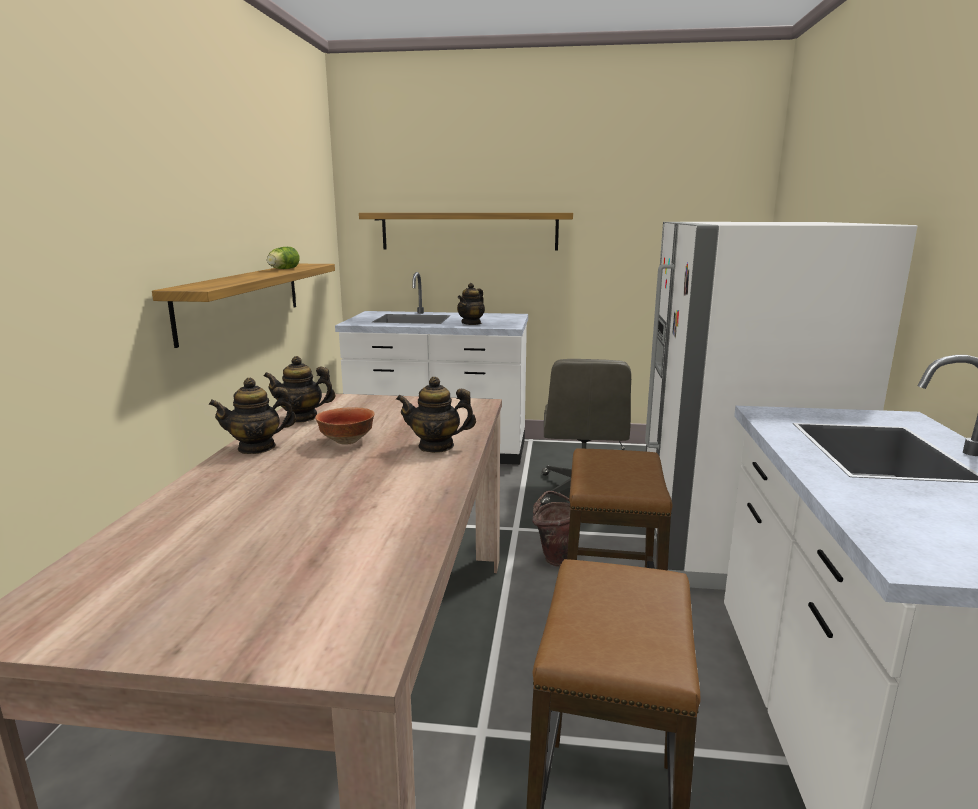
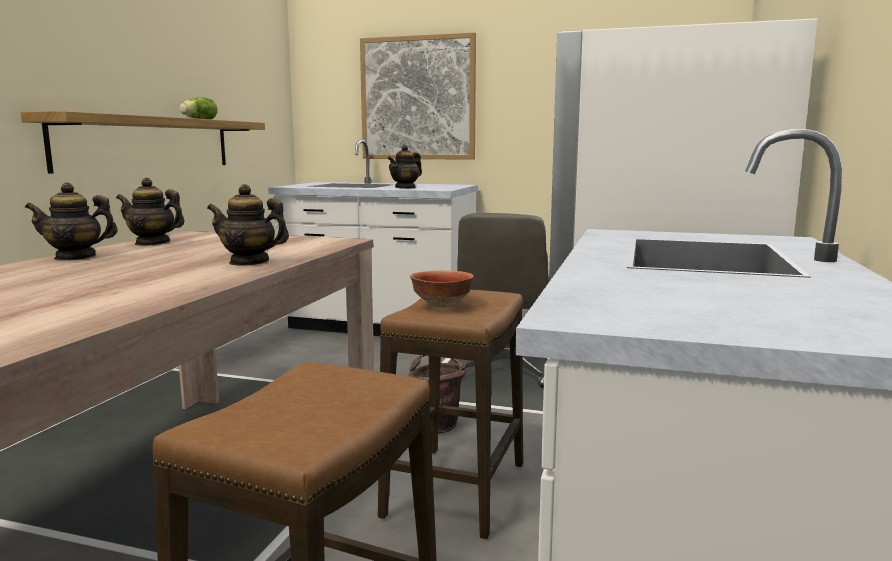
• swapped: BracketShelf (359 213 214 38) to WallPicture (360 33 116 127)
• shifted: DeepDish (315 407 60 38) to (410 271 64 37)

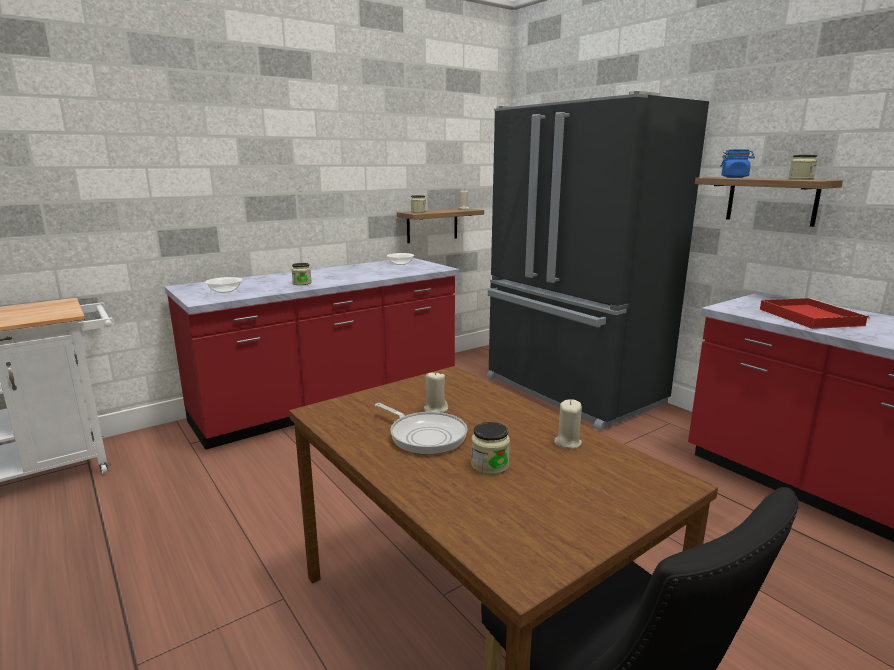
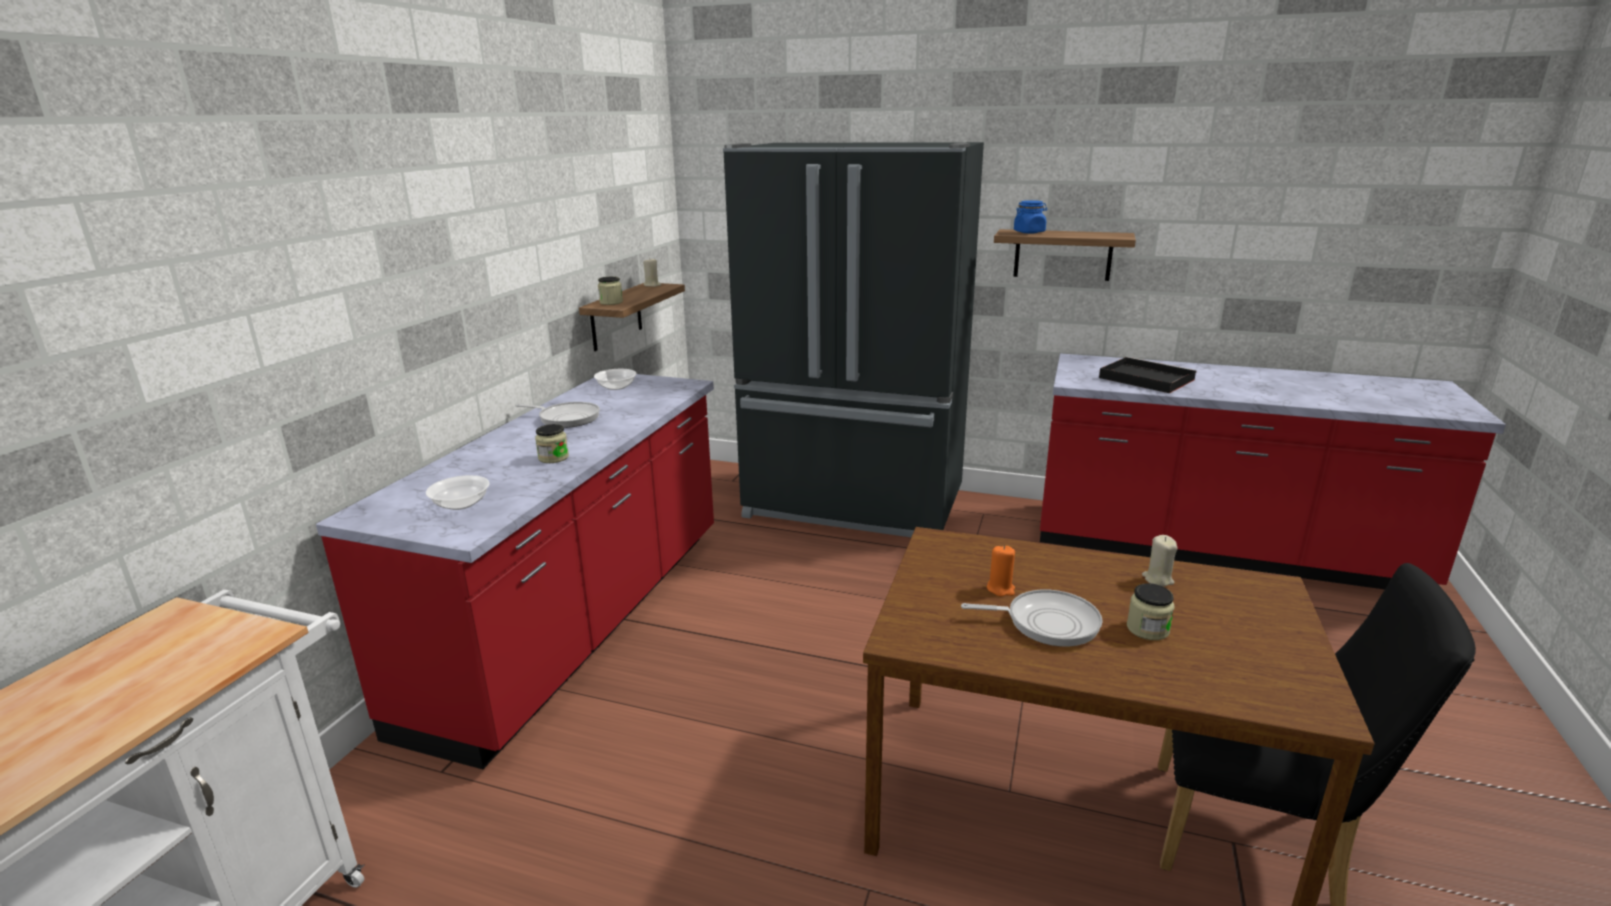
• gone: StorageJar (788 155 29 25)
• repainted: RedCarryingTray (760 298 110 31) to BlackColouredCarryingTray (1099 357 98 36)
• repainted: SandColouredWaxLight (424 371 24 42) to OrangeyWaxLight (987 545 28 52)
• new: Skillet (516 402 84 26)

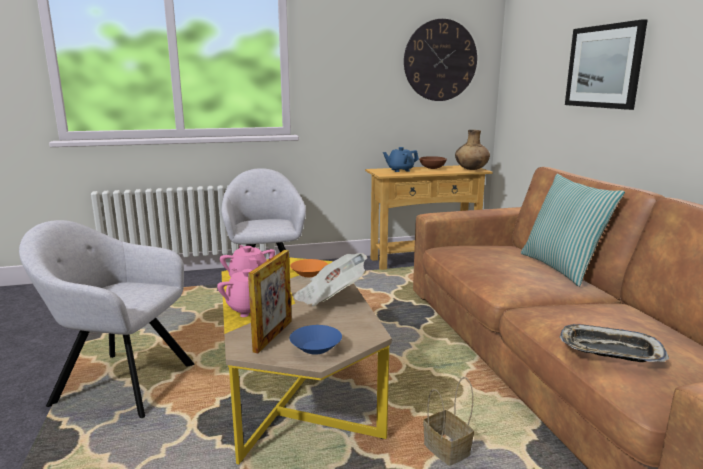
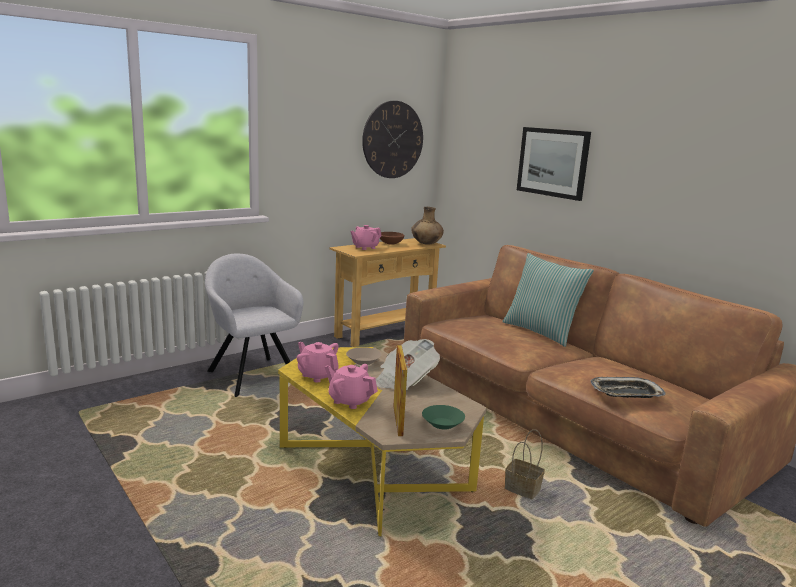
• repainted: BlueColouredTeapot (383 147 36 25) to PinkColouredTeapot (350 225 32 25)
• gone: GreyishArmchair (19 220 175 198)
• repainted: OrangeyDeepDish (290 259 38 18) to SandColouredDeepDish (346 347 36 18)
• repainted: BlueColouredDeepDish (290 325 52 30) to GreenColouredDeepDish (422 405 43 25)

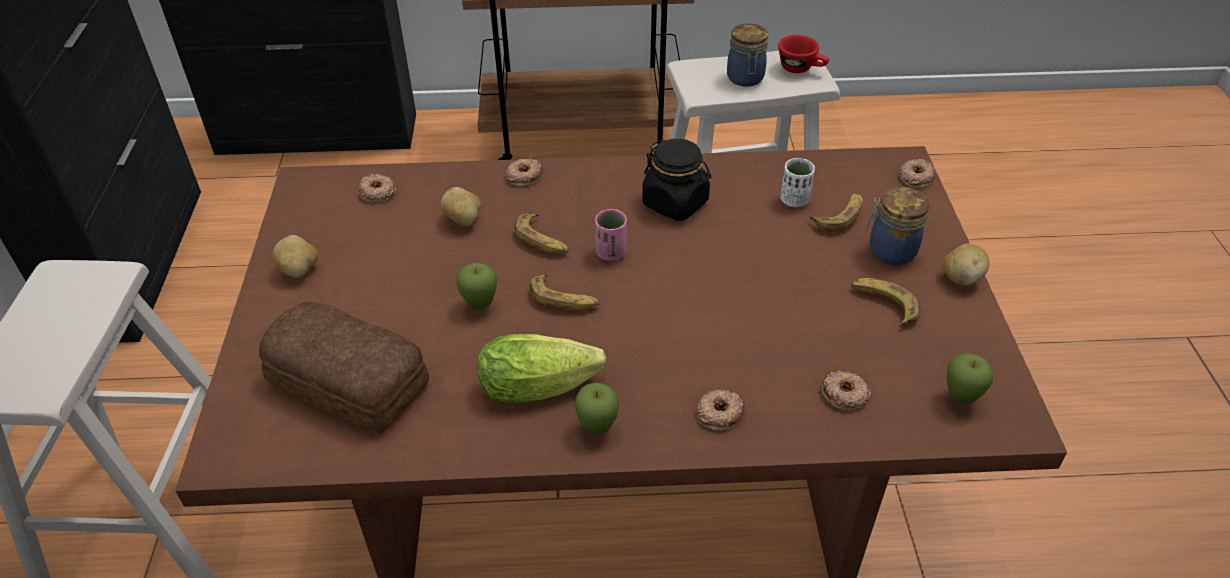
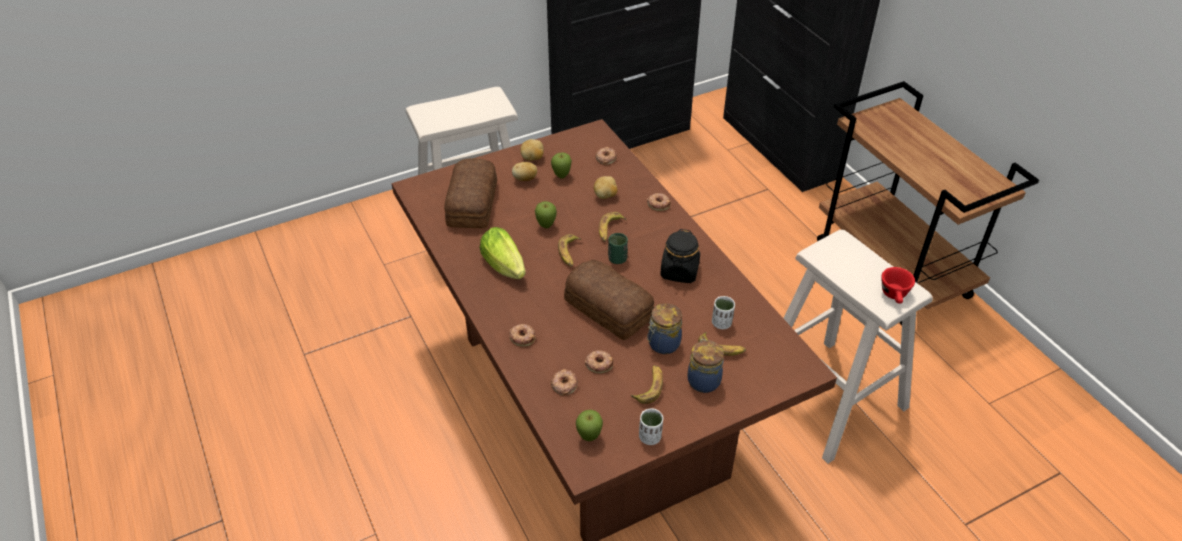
• shifted: StorageJar (727 24 41 63) to (647 303 35 51)
• shifted: RingDoughnut (899 159 37 29) to (585 350 28 24)
• repainted: PinkColouredDrinkingCup (595 209 32 52) to GreenColouredDrinkingCup (608 233 20 31)
• shifted: WholePotato (943 244 46 41) to (512 162 25 19)
• shifted: AppleFruit (574 383 45 52) to (551 153 21 25)
• new: Bread (564 260 90 81)
• new: WhiteColouredDrinkingCup (639 408 24 37)

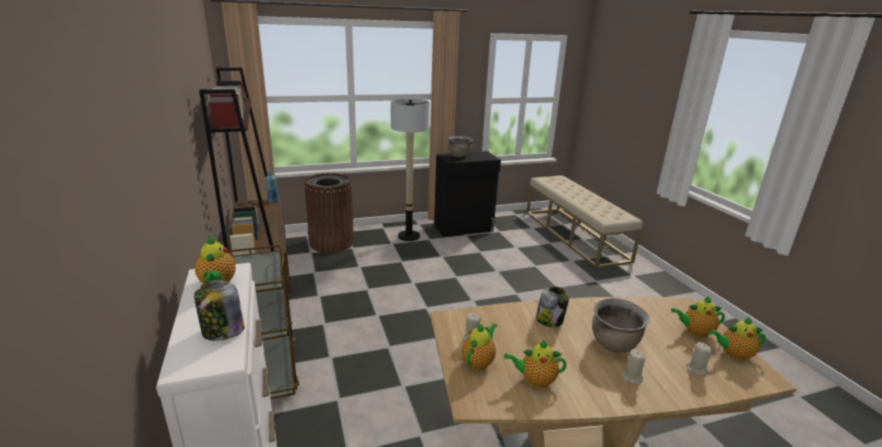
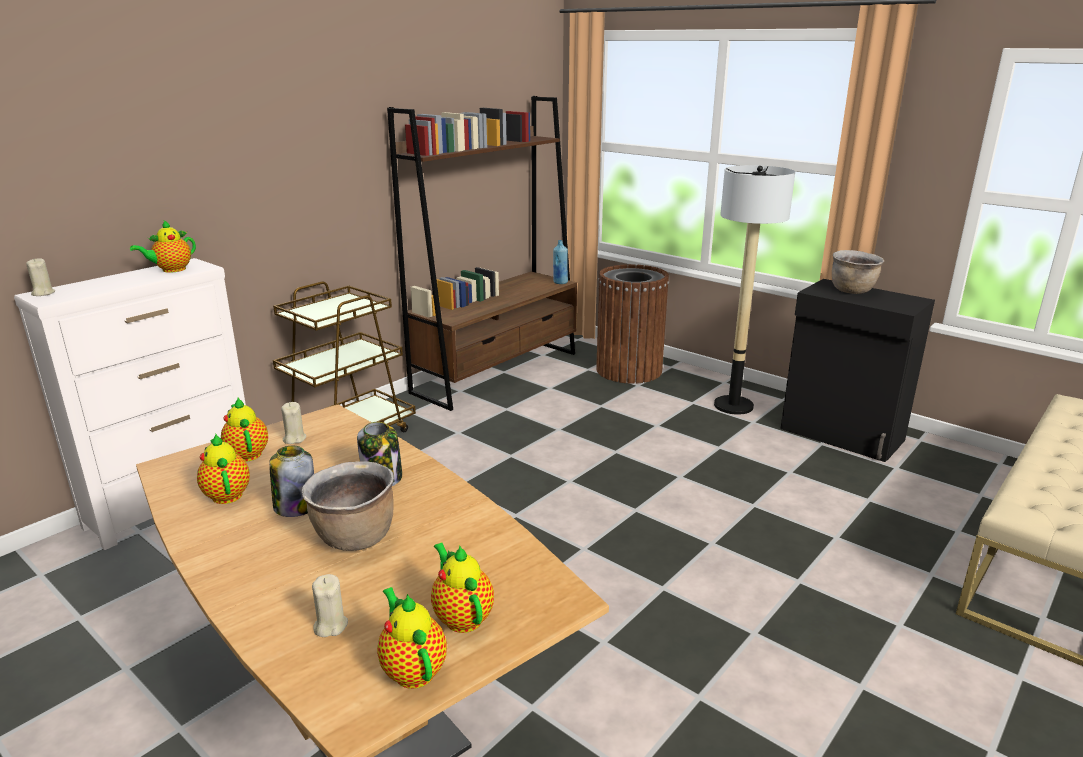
• shifted: StorageJar (194 280 50 61) to (269 446 45 71)
• rotated: Teapot (462 323 35 48) = (221 398 47 64) 120 degrees counterclockwise
• shifted: SandColouredWaxLight (622 350 24 34) to (26 258 29 38)

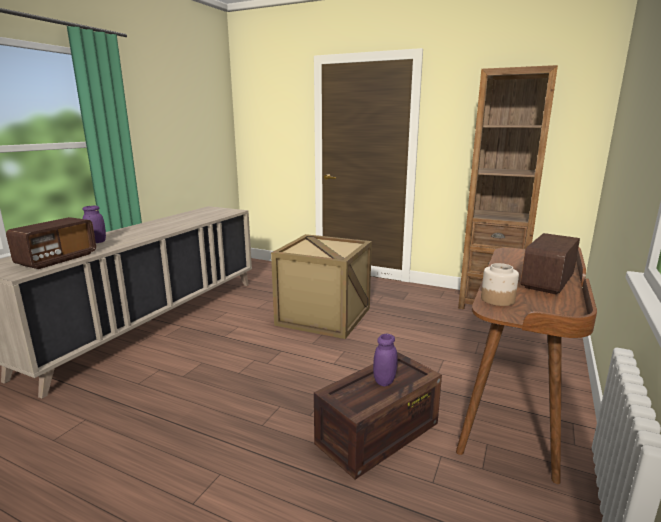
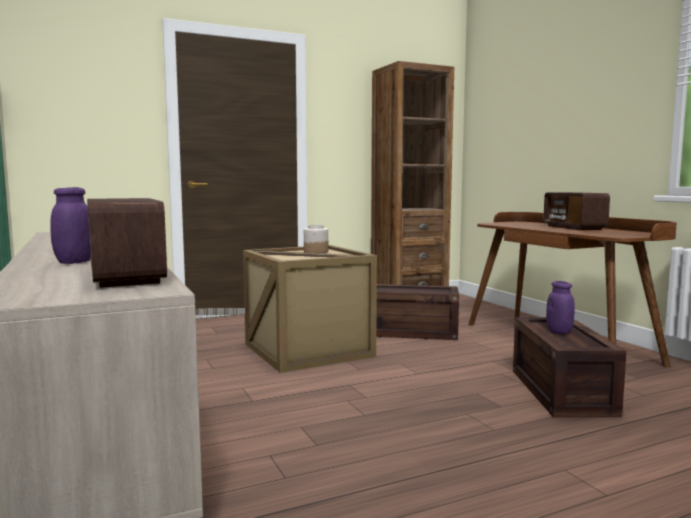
• shifted: StorageJar (481 263 38 43) to (304 225 24 28)
• new: PackingCrate (376 284 83 56)

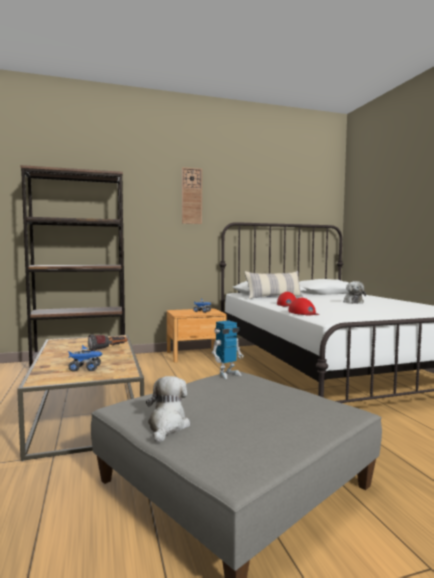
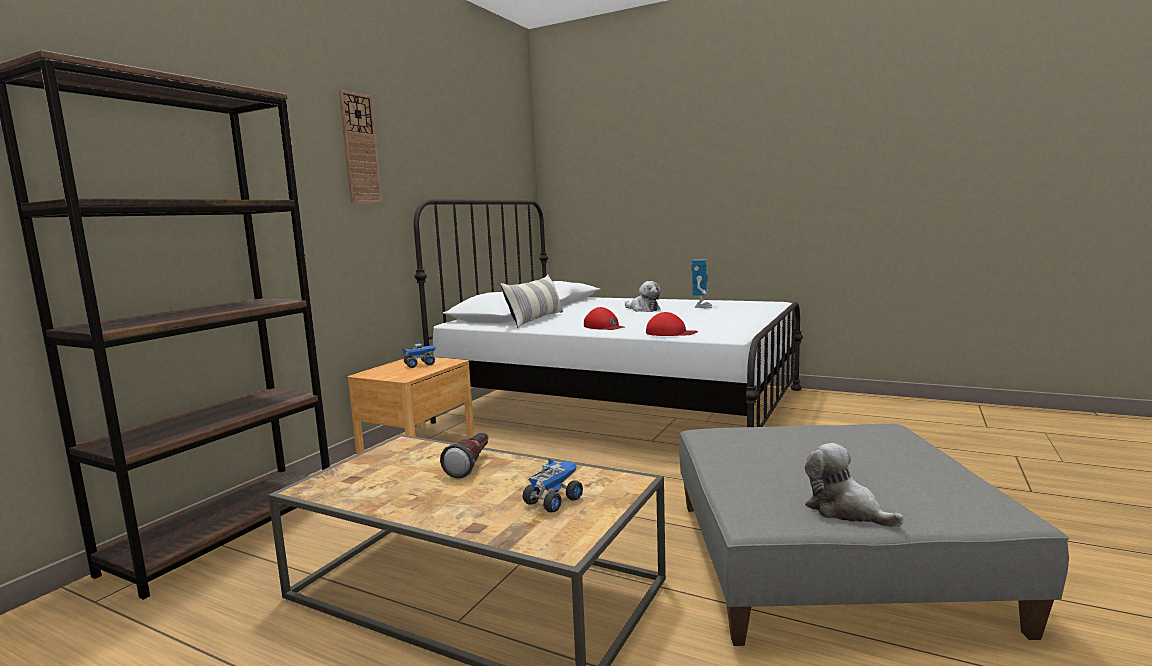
• shifted: ModelRobot (212 320 32 59) to (691 259 21 49)

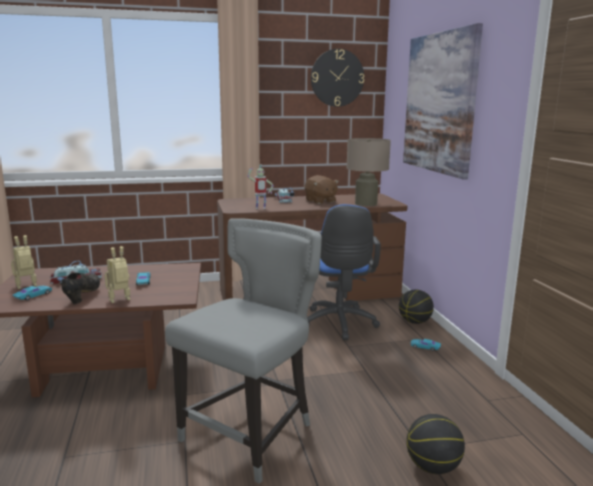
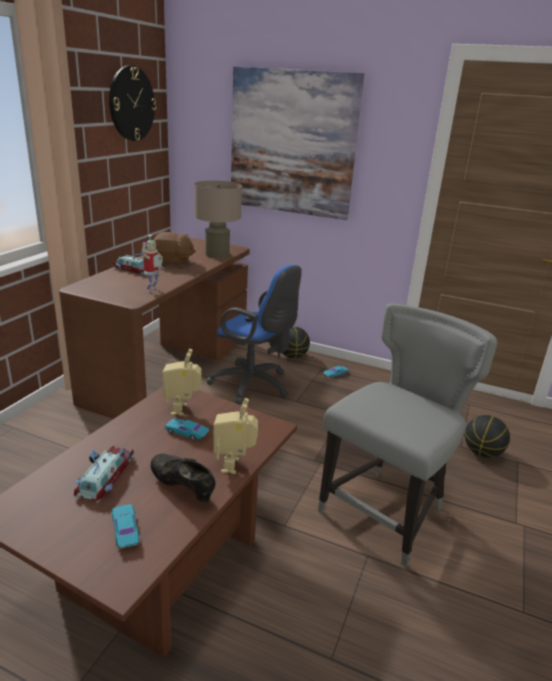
• rotated: GreyishChair (165 218 157 266) = (318 304 179 263) 60 degrees clockwise
• shifted: ModelRobot (11 235 26 54) to (162 349 40 67)

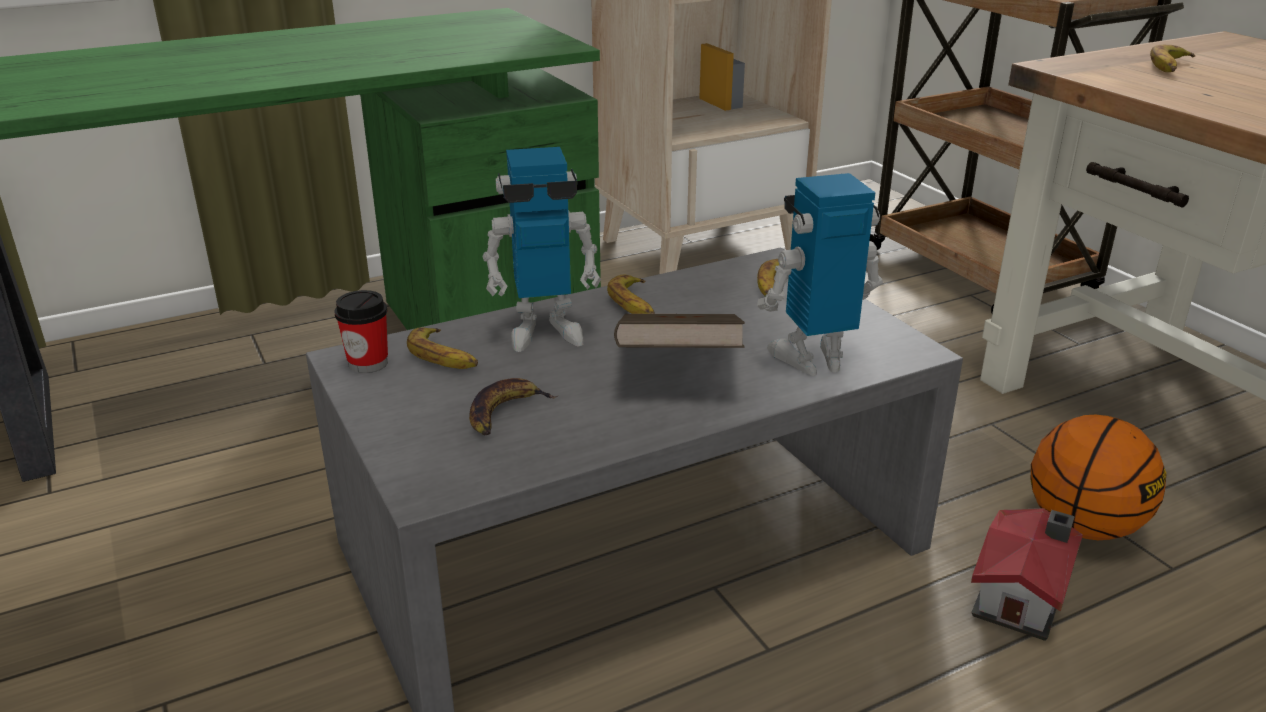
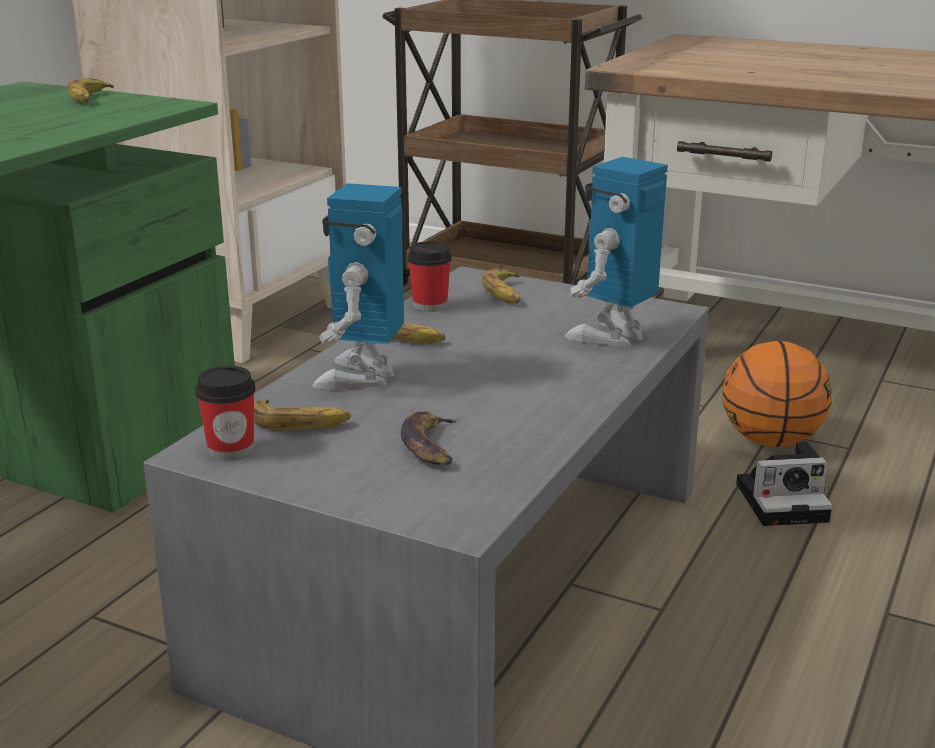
• shifted: BananaFruit (1150 45 46 27) to (67 78 47 26)
• rotated: ModelRobot (483 147 118 205) = (313 183 91 207) 150 degrees clockwise
• gone: BrownishBook (614 314 131 34)
• swapped: ToyHouse (971 508 112 133) to StillCamera (736 441 96 85)
• new: DrinkingCup (407 241 45 71)

